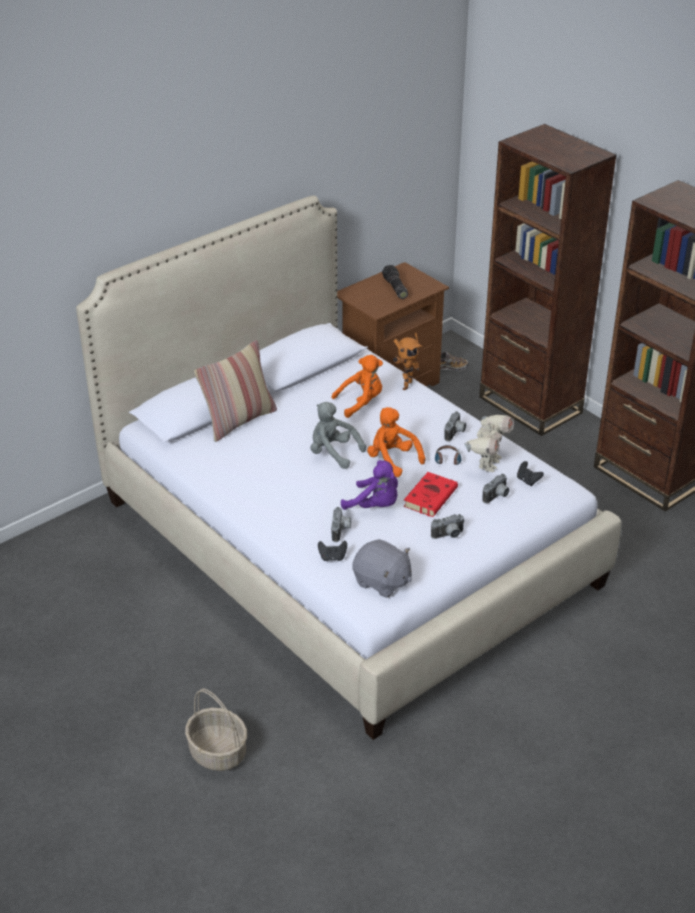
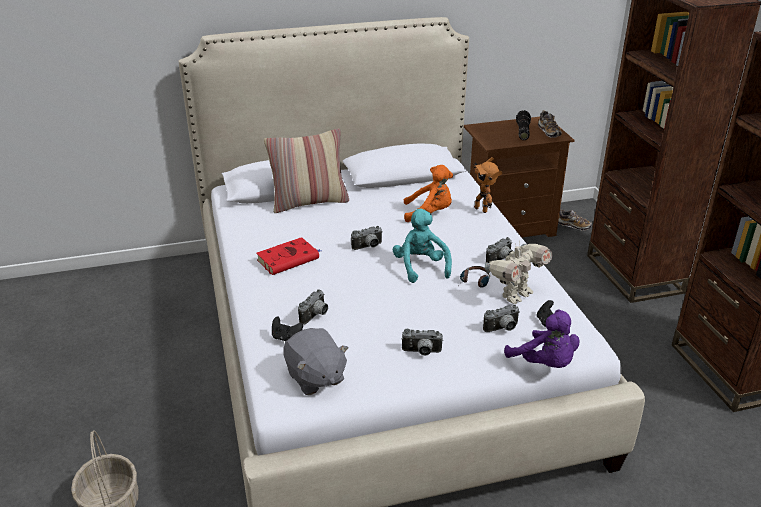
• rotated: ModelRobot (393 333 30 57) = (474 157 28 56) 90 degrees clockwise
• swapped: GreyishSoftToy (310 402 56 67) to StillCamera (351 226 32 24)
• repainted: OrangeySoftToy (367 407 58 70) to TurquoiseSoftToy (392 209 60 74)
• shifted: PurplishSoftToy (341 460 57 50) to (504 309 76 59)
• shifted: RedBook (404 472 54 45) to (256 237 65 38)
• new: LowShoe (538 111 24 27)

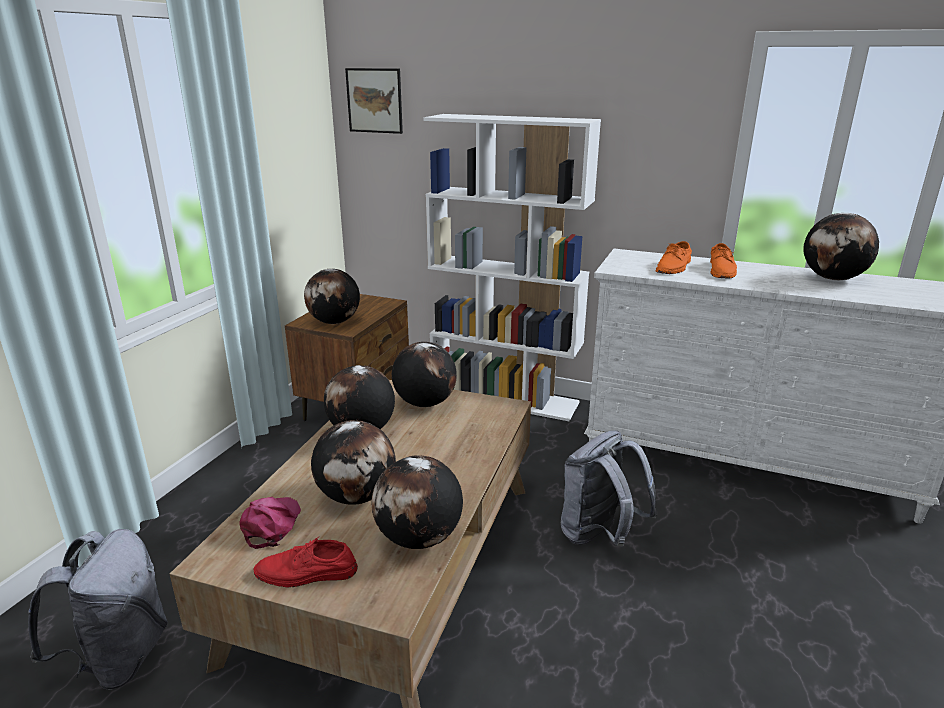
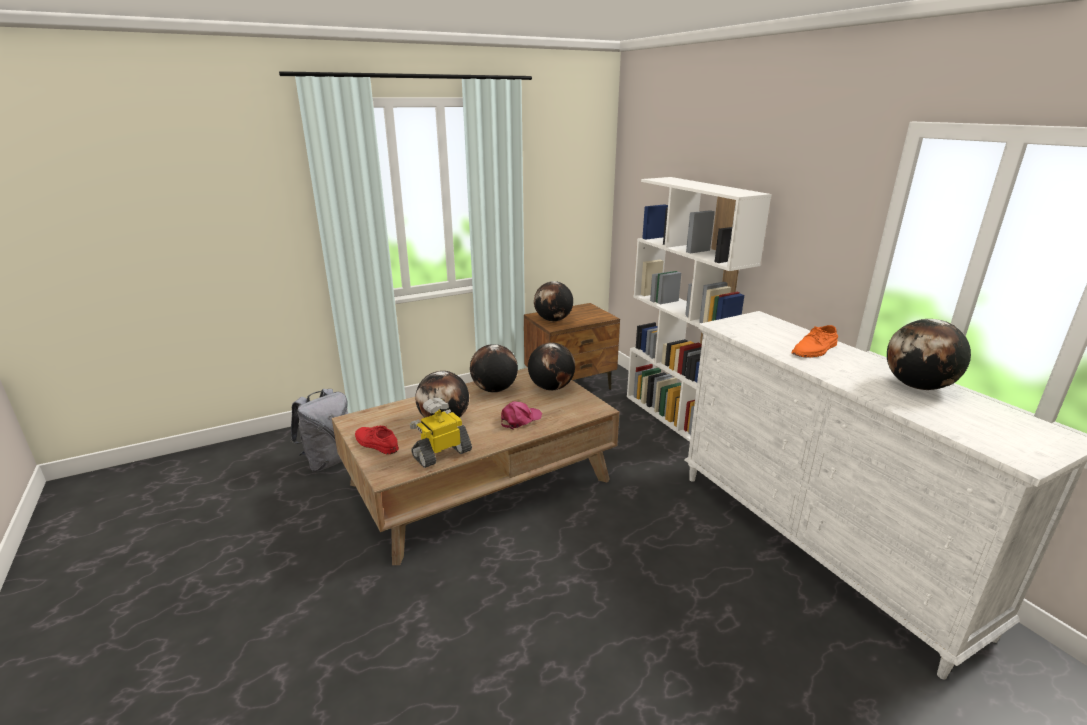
• gone: WallPicture (345 68 58 66)
• gone: OrangeyLowShoe (656 241 36 33)
• gone: GreyishKnapsack (561 430 96 117)
• swapped: WorldGlobe (372 455 91 94) to ModelRobot (410 398 62 70)
• shifted: PinkColouredPeakedCap (239 497 62 52) to (501 402 41 28)

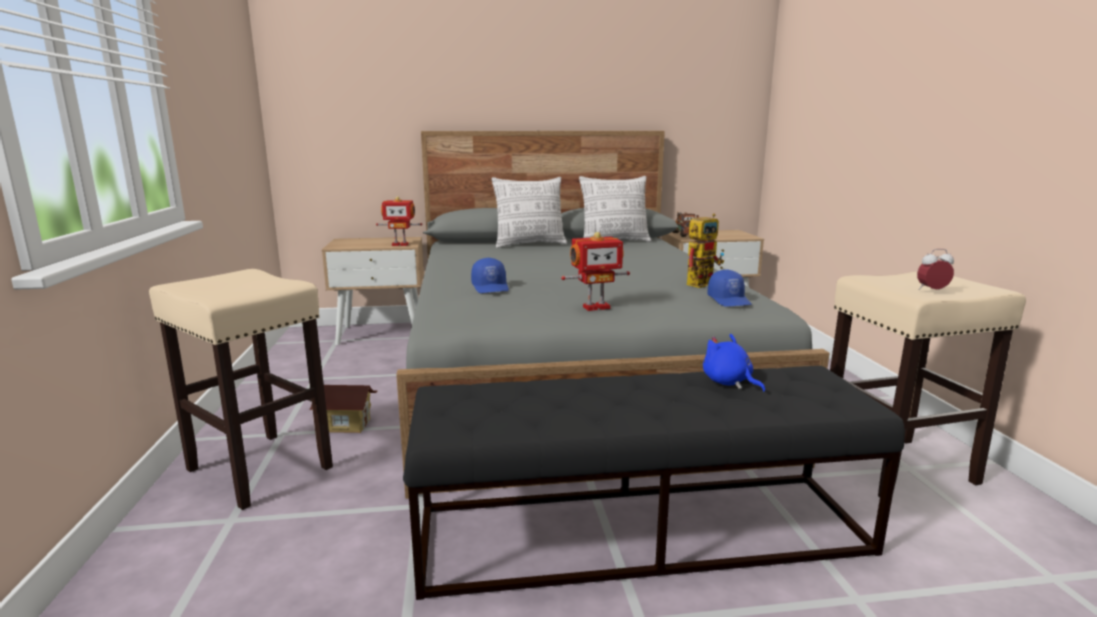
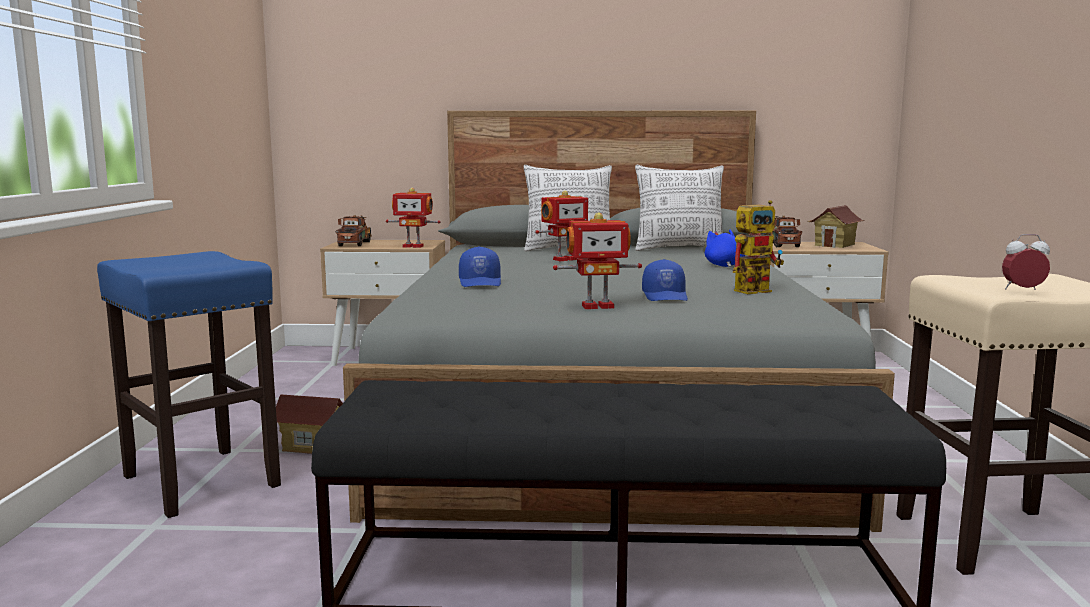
• repainted: SandColouredSittingStool (149 269 184 241) to BlueColouredSittingStool (97 251 184 267)
• shifted: BlueColouredPeakedCap (707 269 45 38) to (642 259 46 42)
• shifted: BlueColouredSoftToy (703 334 62 58) to (705 230 40 37)
• new: ModelRobot (535 190 53 71)
• new: ToyHouse (808 205 57 43)
• new: ToyLorry (336 215 35 31)

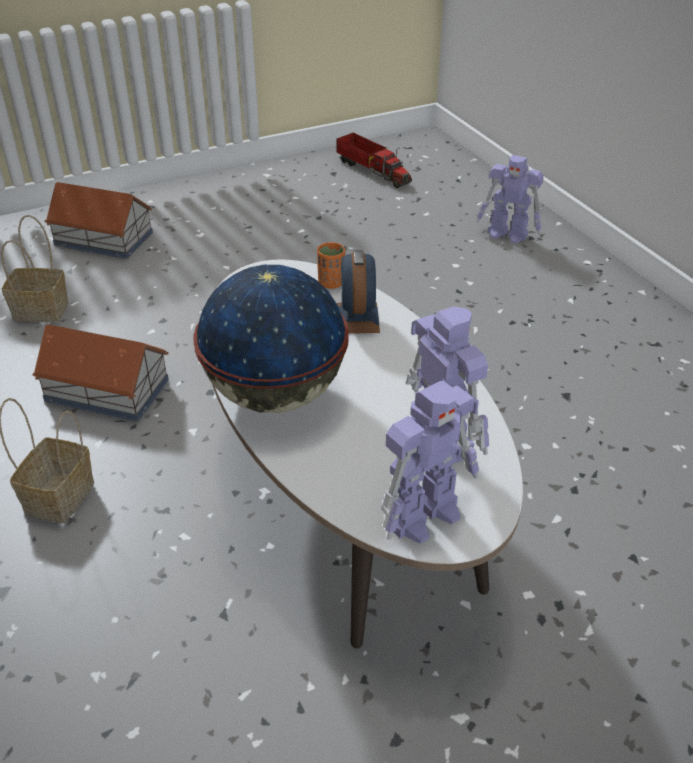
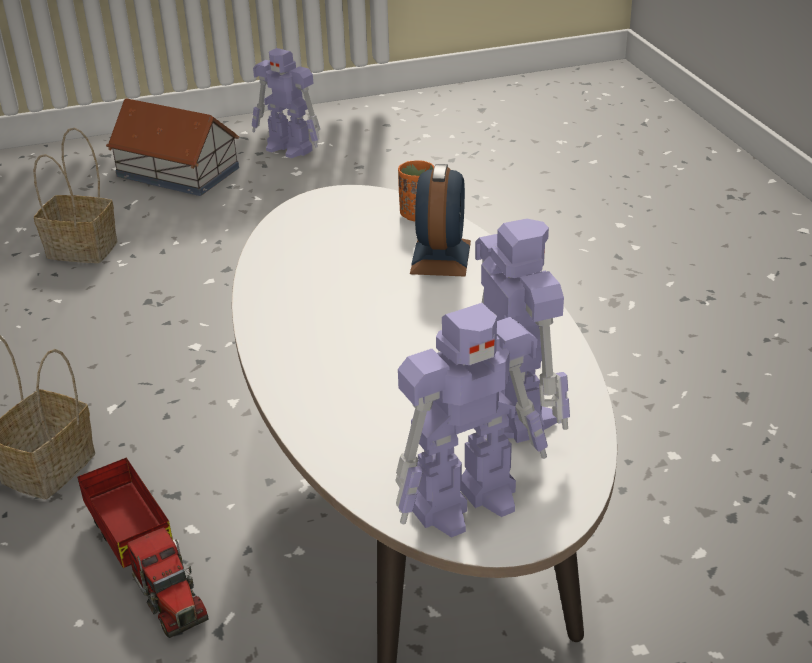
• shifted: ToyLorry (336 133 76 55) to (77 458 132 180)
• shifted: ModelRobot (477 155 67 89) to (252 48 68 110)
• gone: WorldGlobe (193 265 156 148)
• gone: ToyHouse (32 324 137 98)

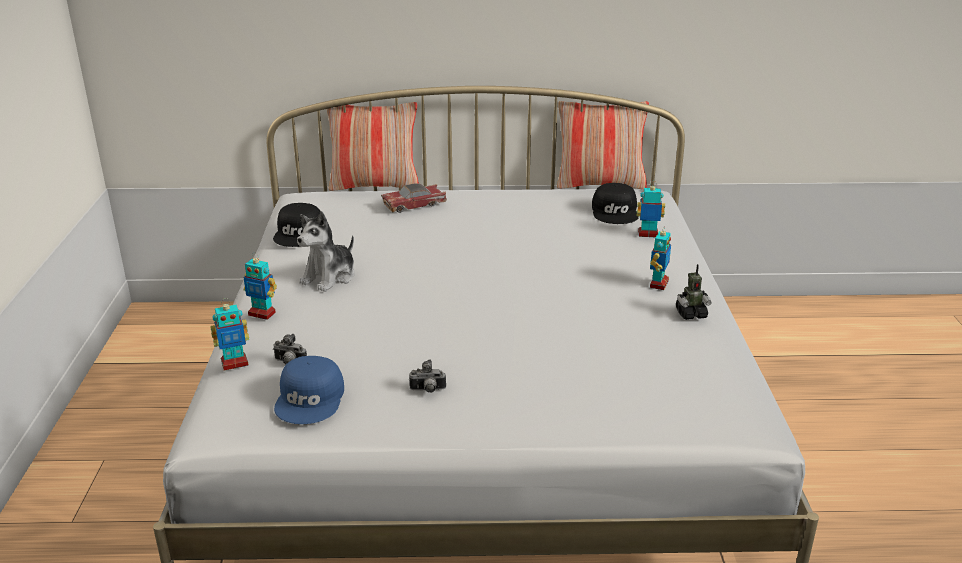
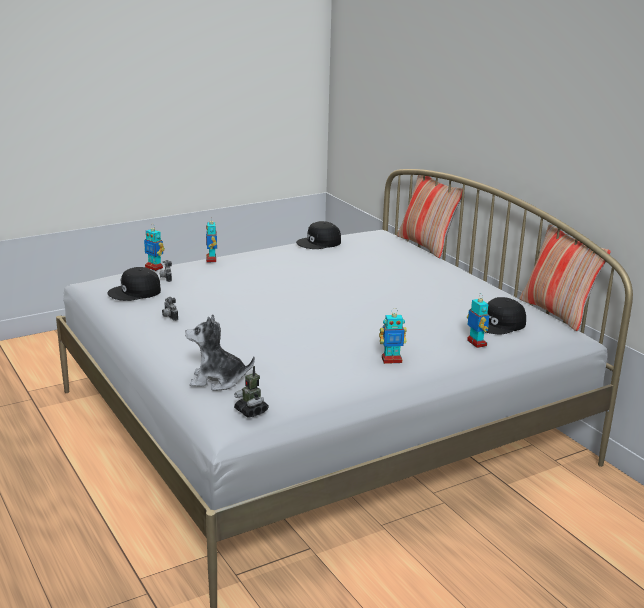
• gone: ModelCar (382 183 65 30)
• shifted: SoftToy (297 211 58 81) to (185 315 70 76)
• shifted: ModelRobot (676 264 36 56) to (234 366 35 52)
• repainted: BlueColouredPeakedCap (274 356 70 68) to BlackColouredPeakedCap (107 267 54 34)

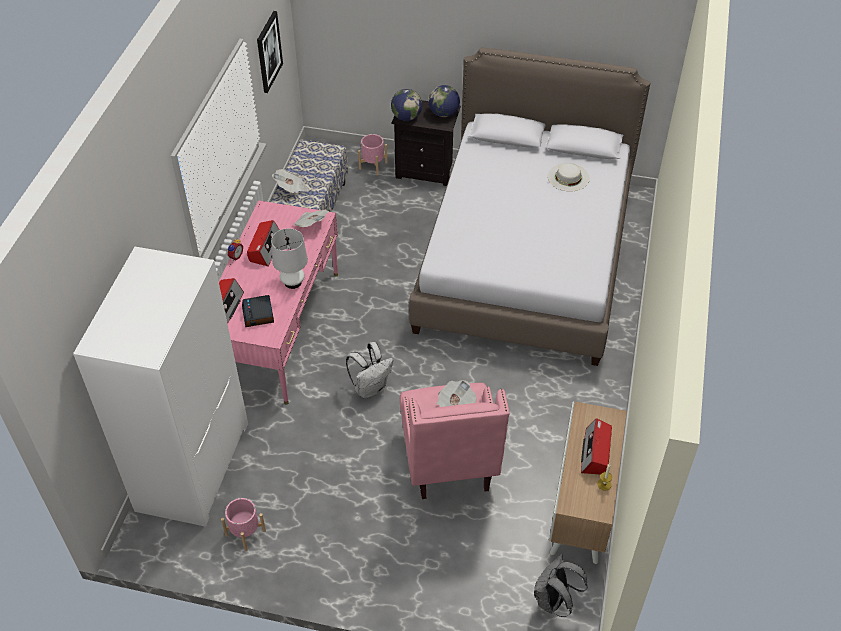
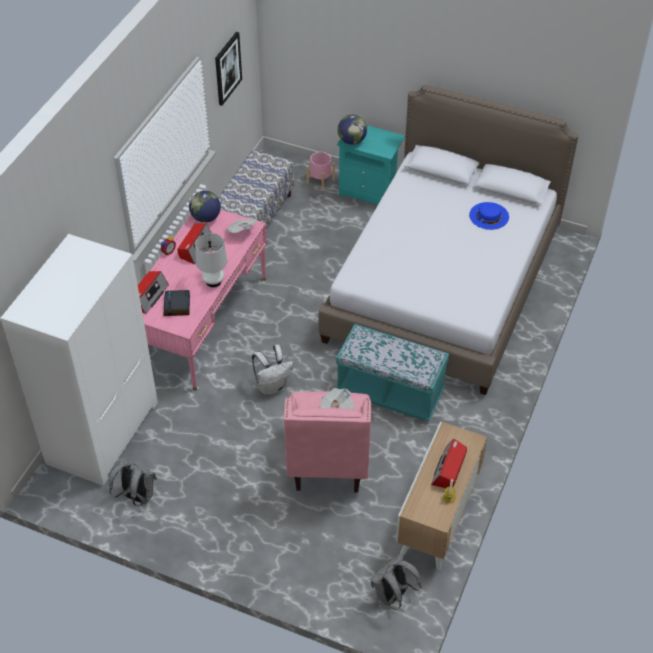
• shifted: WorldGlobe (429 85 31 32) to (189 191 32 32)
• repainted: BlackColouredNightTable (392 100 69 86) to TurquoiseNightTable (337 125 68 80)
• repainted: WhiteColouredClothingHat (547 163 43 29) to BlueColouredClothingHat (469 202 40 28)
• gone: Newspaper (272 169 37 25)
• swapped: PinkColouredPlanter (221 498 45 53) to GreyishKnapsack (109 458 48 48)
• new: TurquoiseLongSeat (336 324 113 97)

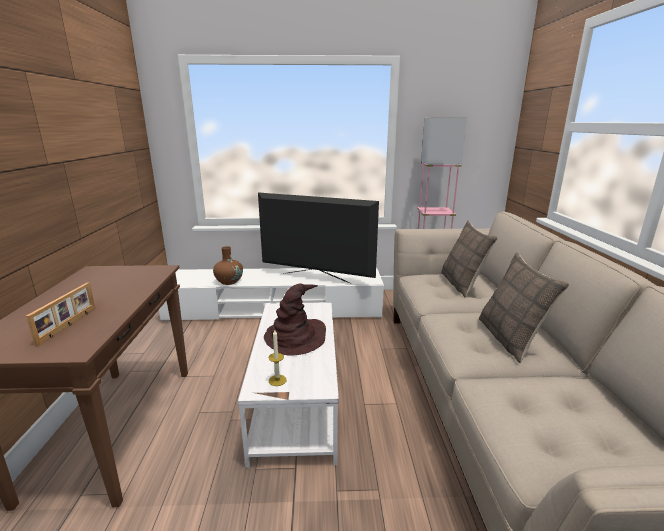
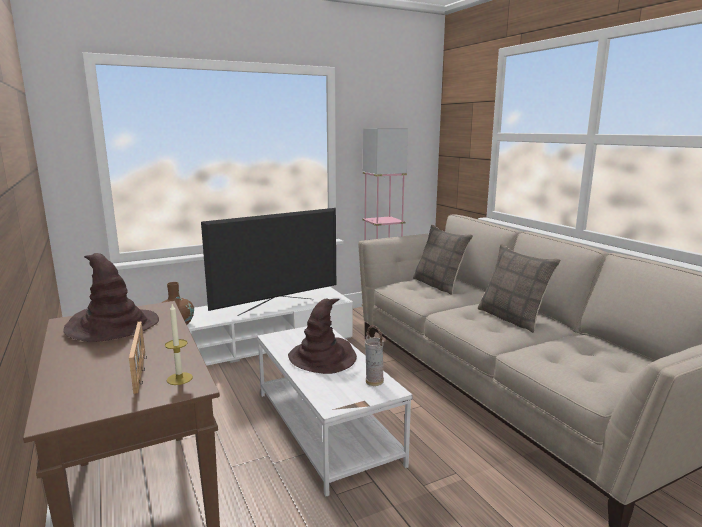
• rotated: Tv (258 192 121 92) = (201 208 135 108) 150 degrees clockwise
• shifted: WaxLight (268 330 19 56) to (165 304 28 81)
• new: BrownishClothingHat (63 253 96 89)
• new: FlowerVase (365 325 19 61)

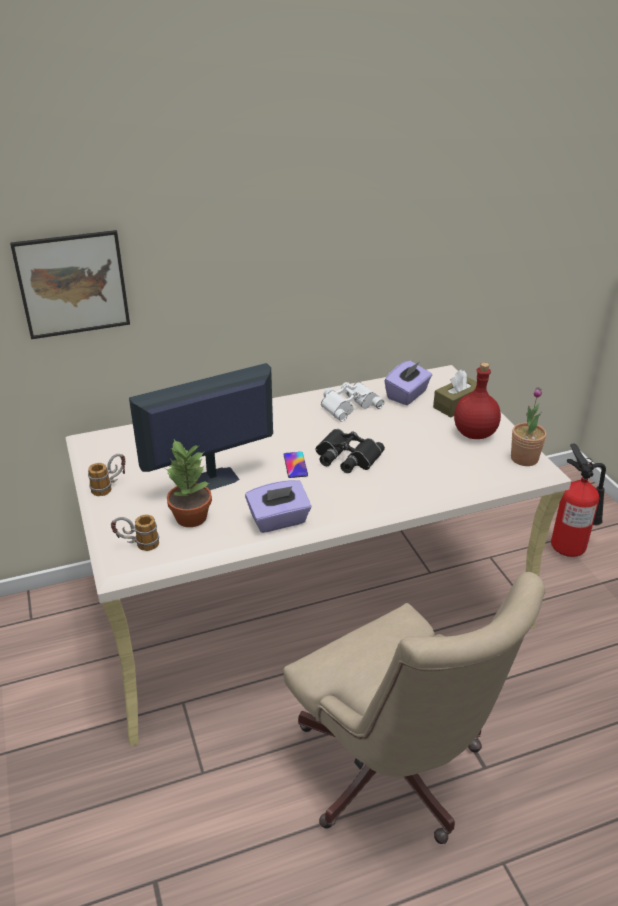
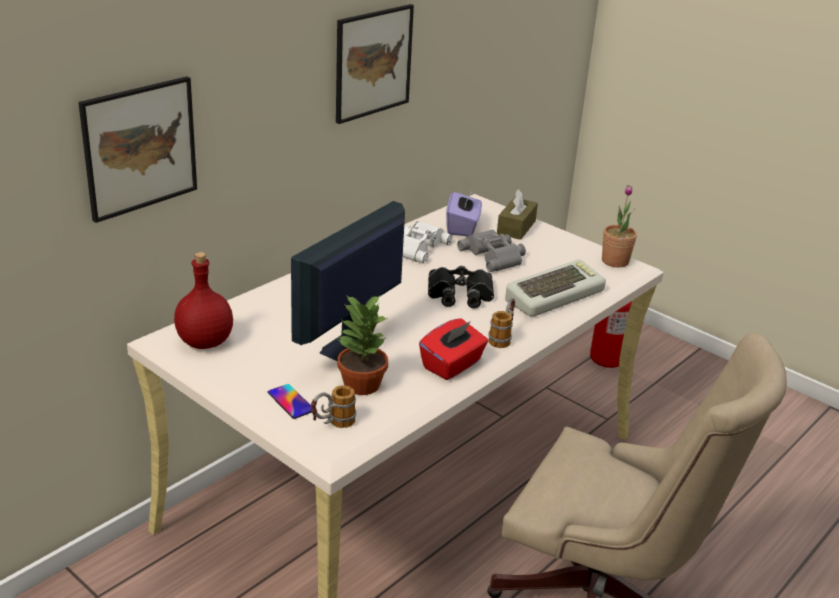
• shifted: RedDrinkBottle (454 362 47 77) to (174 252 59 97)
• shifted: Telephone (283 452 25 26) to (267 384 45 35)
• shifted: CoffeeMug (88 454 38 42) to (488 298 27 50)
• repainted: PurplishTissueBox (245 480 66 53) to RedTissueBox (419 318 69 62)
• new: WallPicture (336 4 78 120)
• new: GreyishFieldGlasses (457 230 69 42)
• new: Keyboard (505 260 101 57)

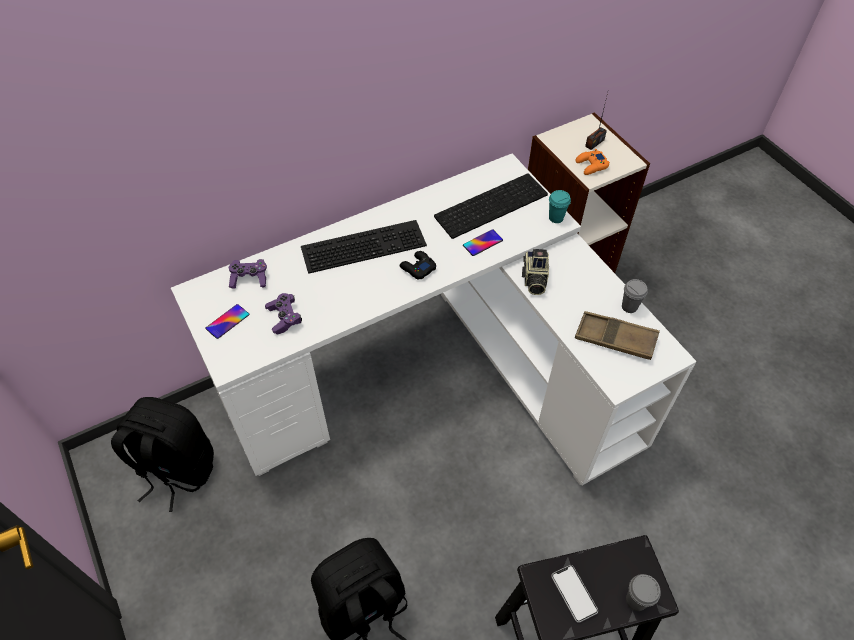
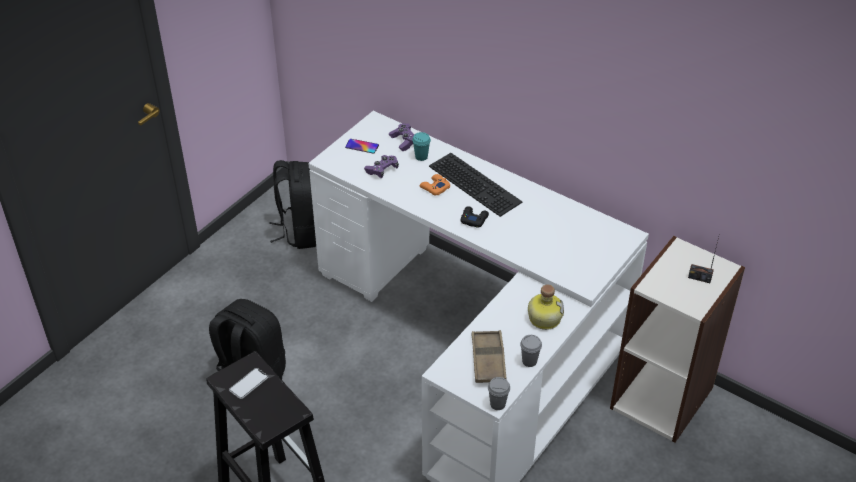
• shifted: OrangeyJoypad (575 149 35 26) to (420 174 30 21)
• gone: Keyboard (434 173 114 66)
• shifted: TurquoiseDrinkingCup (549 190 22 33) to (412 132 19 29)
• gone: Telephone (463 229 40 27)
• gone: StillCamera (522 249 27 46)
• shifted: GreyishDrinkingCup (626 574 35 37) to (488 377 22 33)
• new: DrinkBottle (528 285 36 45)

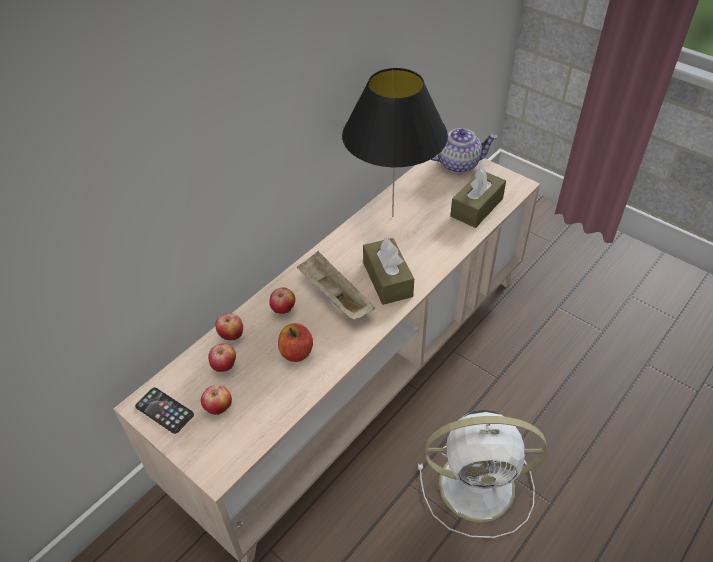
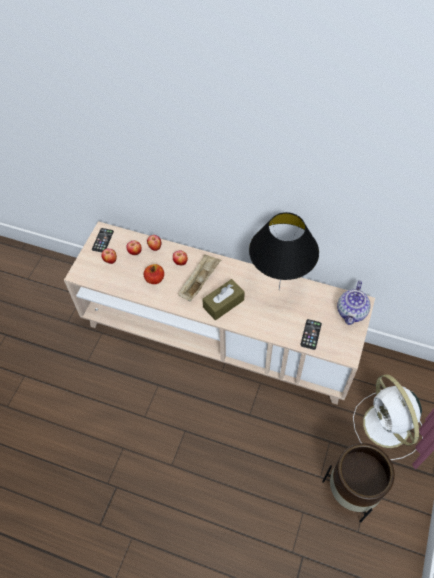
• rotated: Teapot (430 128 68 45) = (337 281 33 44) 45 degrees clockwise
• swapped: BrownishTissueBox (450 168 56 60) to Telephone (300 319 22 31)
• shifted: WhiteColouredCoolingFan (418 410 129 128) to (353 374 70 86)
• new: BrownishPlanter (322 443 73 80)

